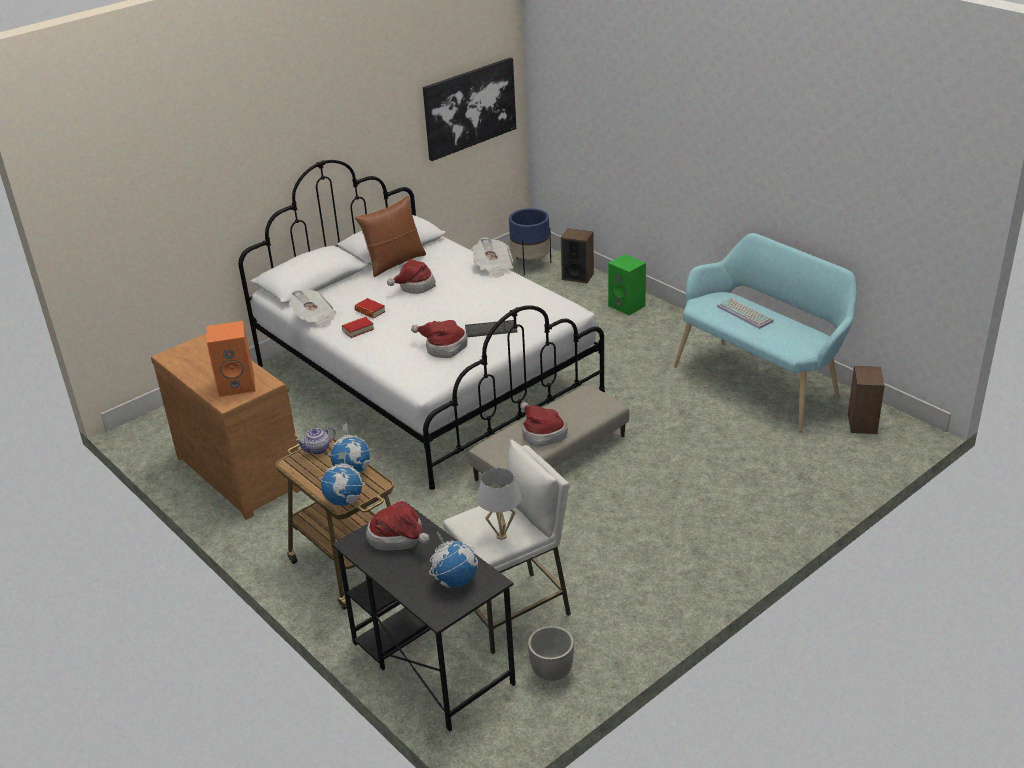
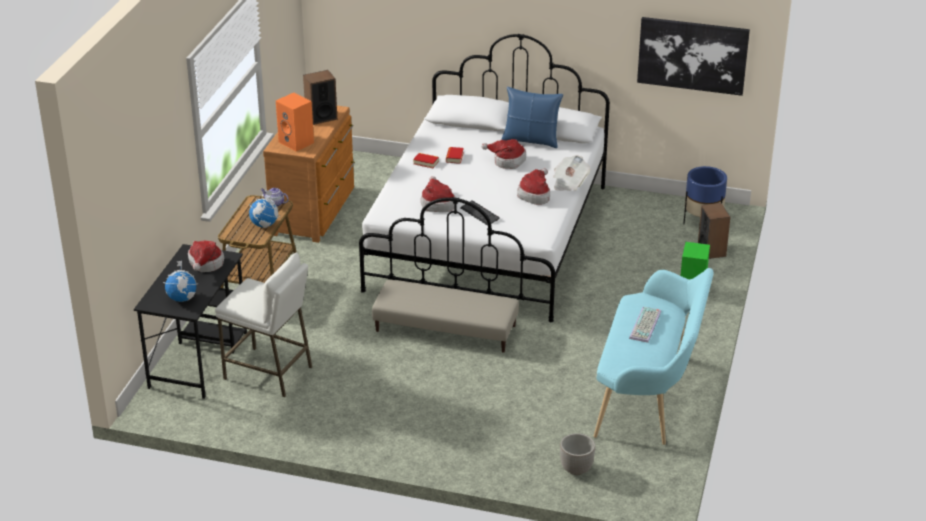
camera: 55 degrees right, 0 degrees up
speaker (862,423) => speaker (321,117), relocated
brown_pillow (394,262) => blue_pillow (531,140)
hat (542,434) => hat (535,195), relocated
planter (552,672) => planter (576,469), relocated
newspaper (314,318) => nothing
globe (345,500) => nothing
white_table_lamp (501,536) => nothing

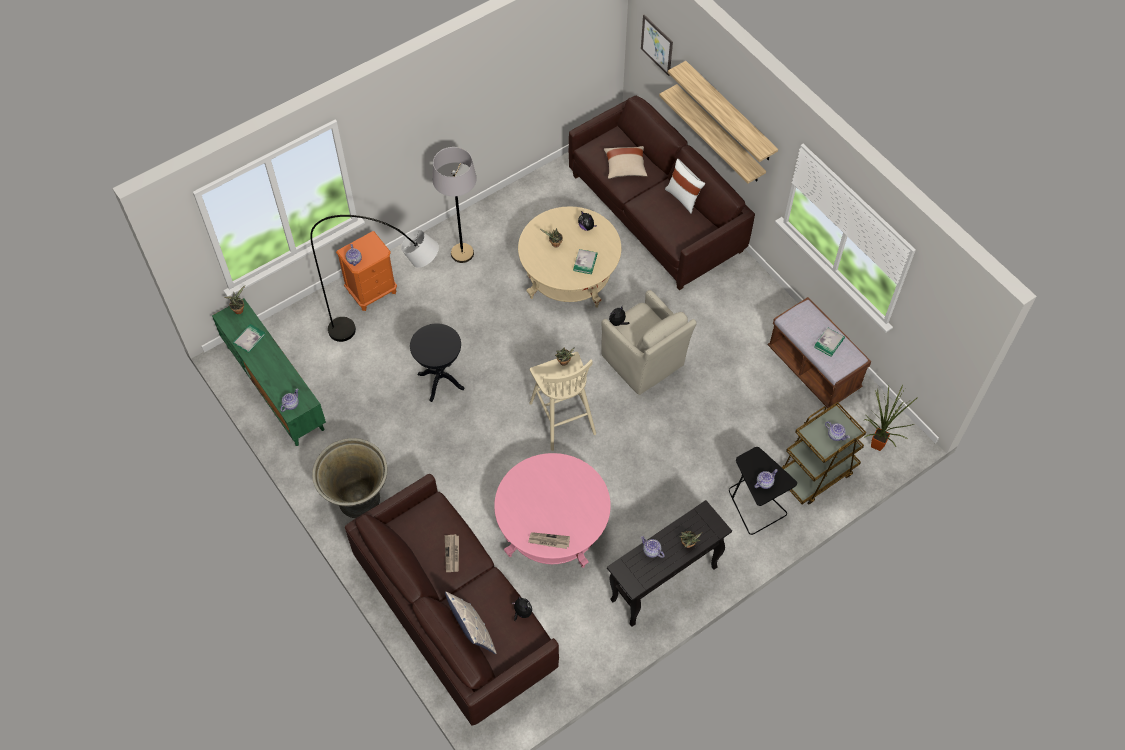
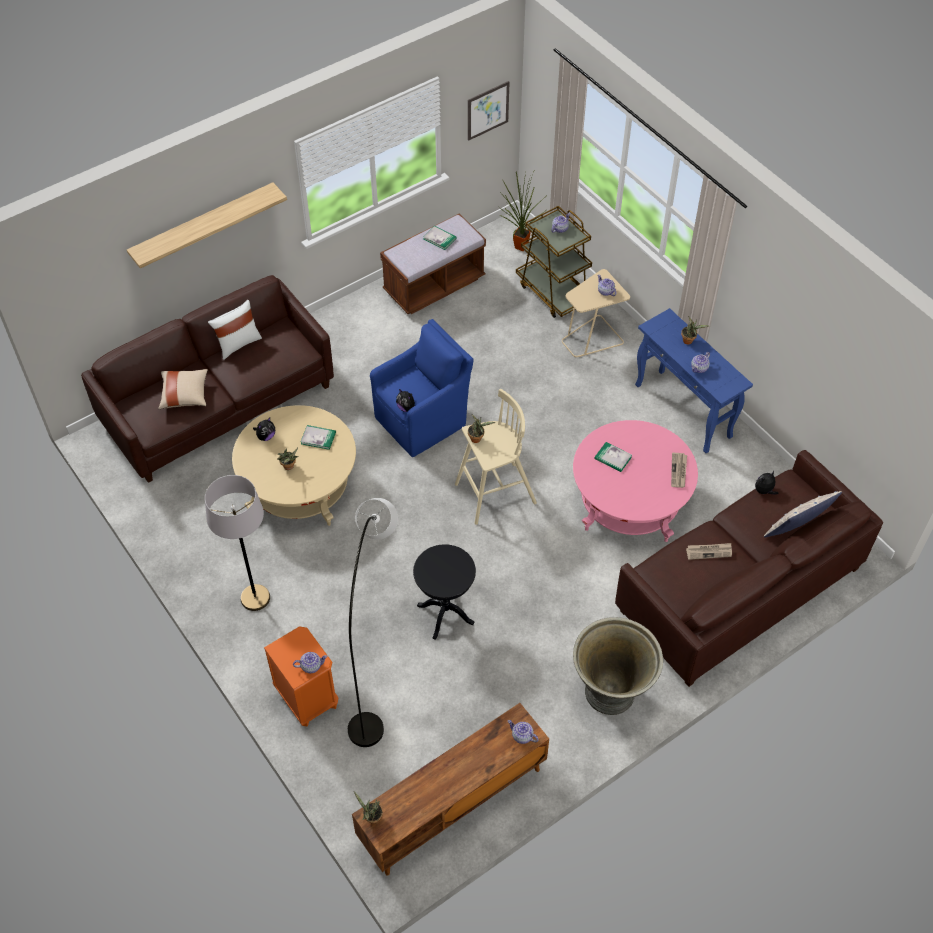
camera: 90 degrees left, 5 degrees down
green_tv_stand (274,387) => brown_tv_stand (452,806)
beige_armchair (644,362) => blue_armchair (423,420)
picture (657,45) => picture (488,110), relocated
black_side_table (754,505) => beige_side_table (591,338)
book (249,339) => book (613,458), relocated
black_console_table (663,584) => blue_console_table (684,411)
shelf (719,134) => nothing

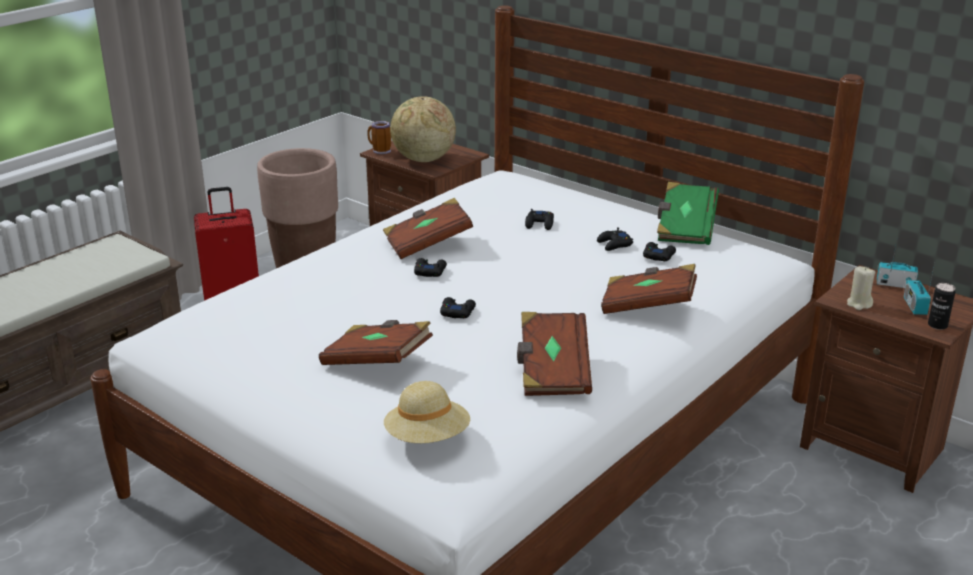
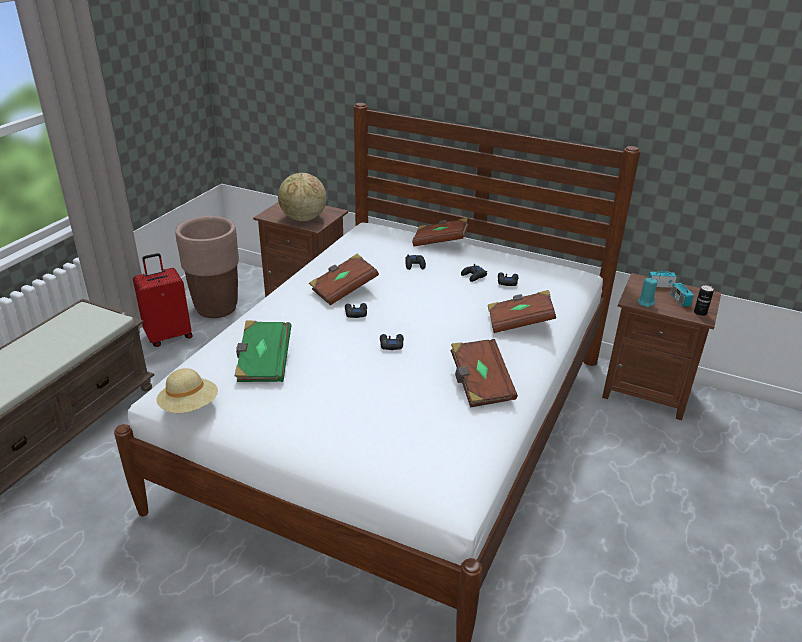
camera: 15 degrees left, 5 degrees up
beige_hat (427,438) => beige_hat (189,406), relocated
green_book (684,229) => green_book (263,363), relocated
brown_book (377,362) => brown_book (440,242), relocated
beige_candle (859,304) => turquoise_candle (646,303)
mug (379,151) => nothing

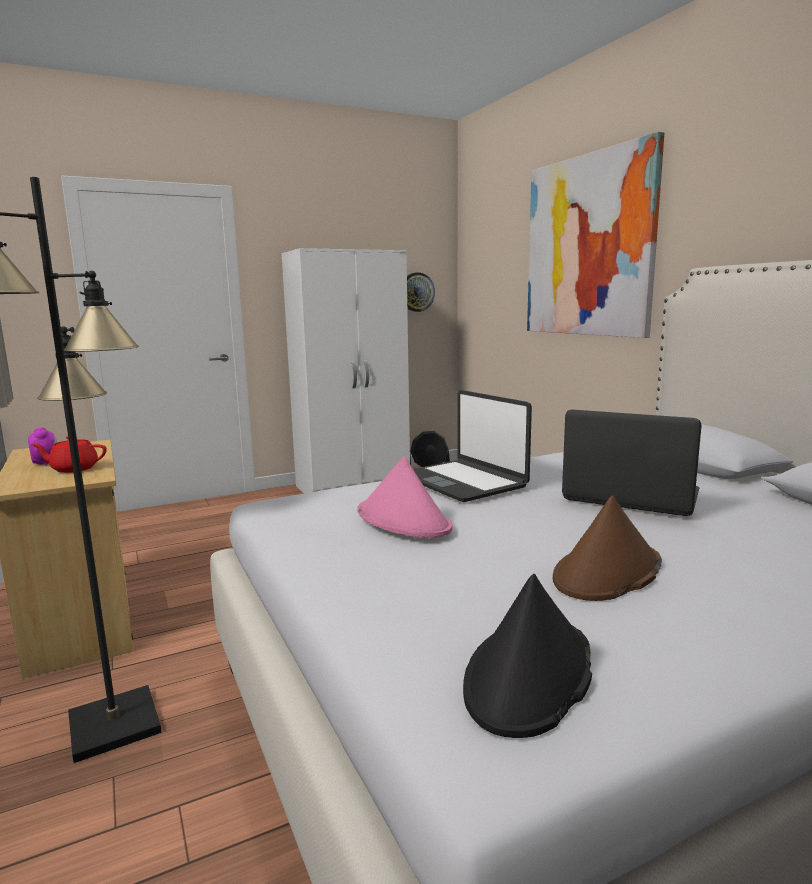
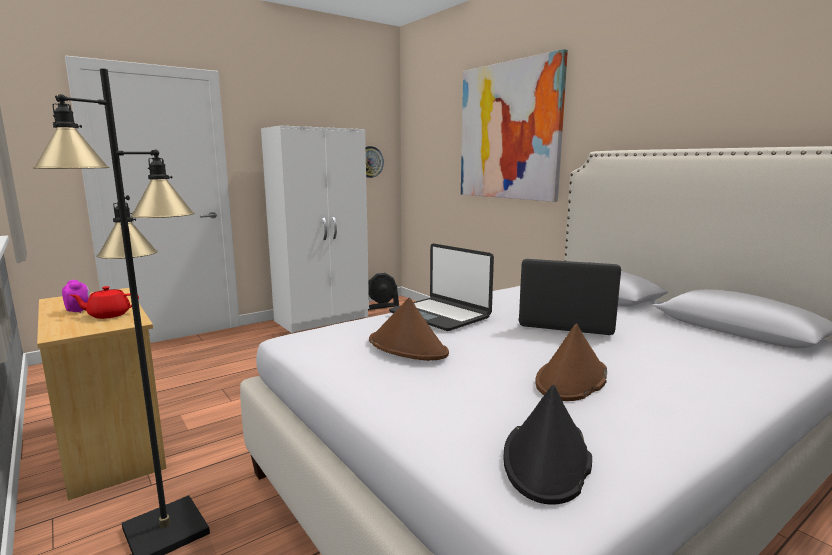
camera: 10 degrees left, 0 degrees up
pink_hat (403,520) => brown_hat (408,347)

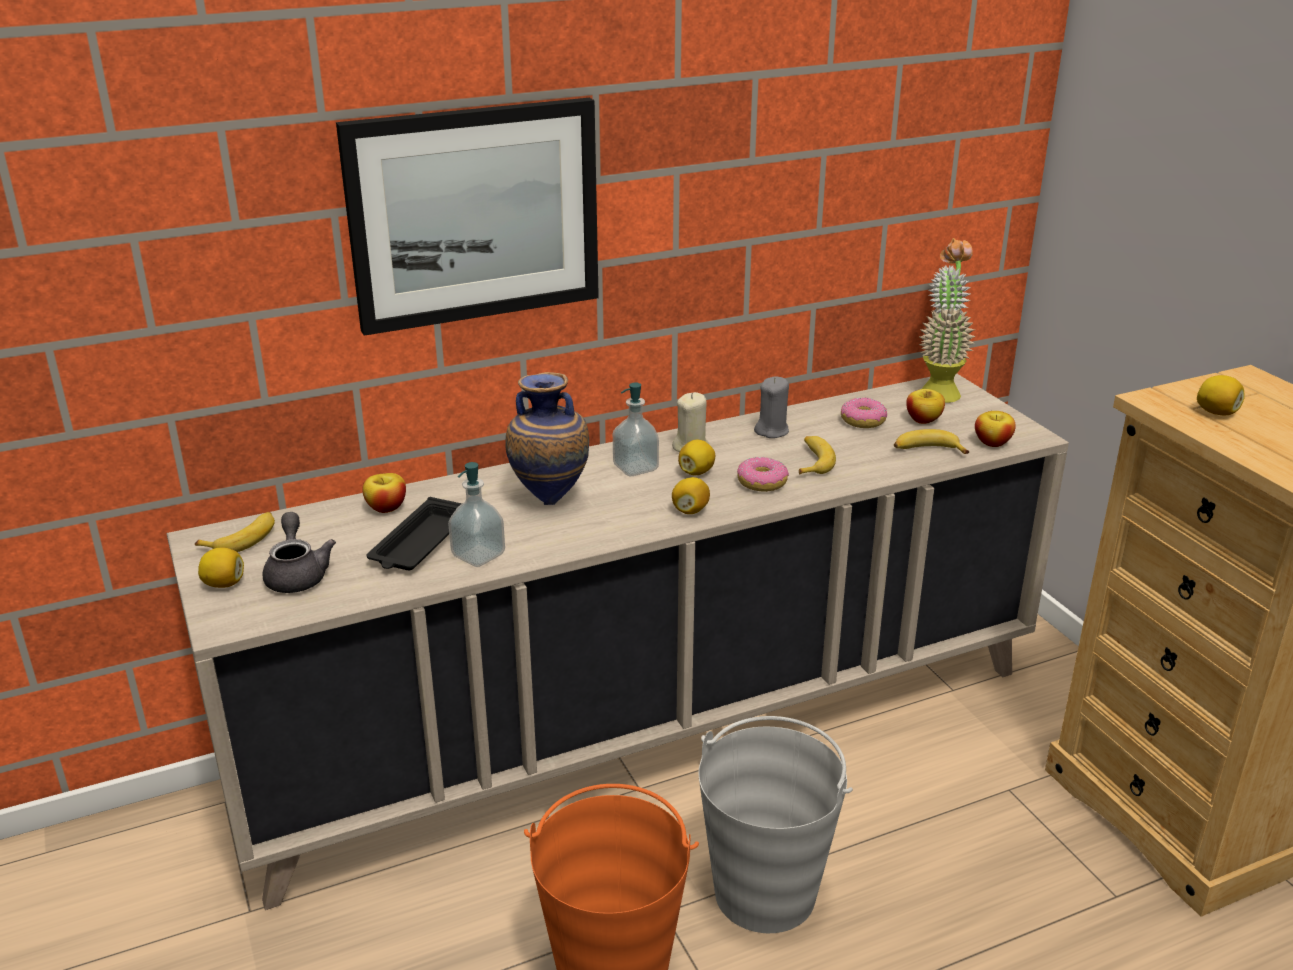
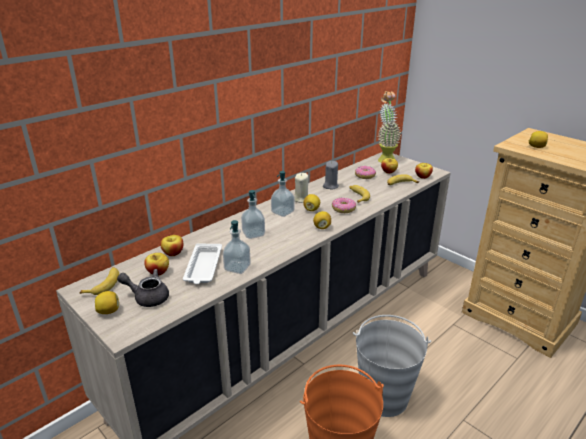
camera: 20 degrees left, 0 degrees up
grey_teapot (297,574) => grey_teapot (147,297), 45 degrees counterclockwise
nothing => apple (158,272)
black_tray (420,543) => white_tray (203,267)
vase (550,499) => soap_dispenser (253,234)
picture (474,214) => nothing

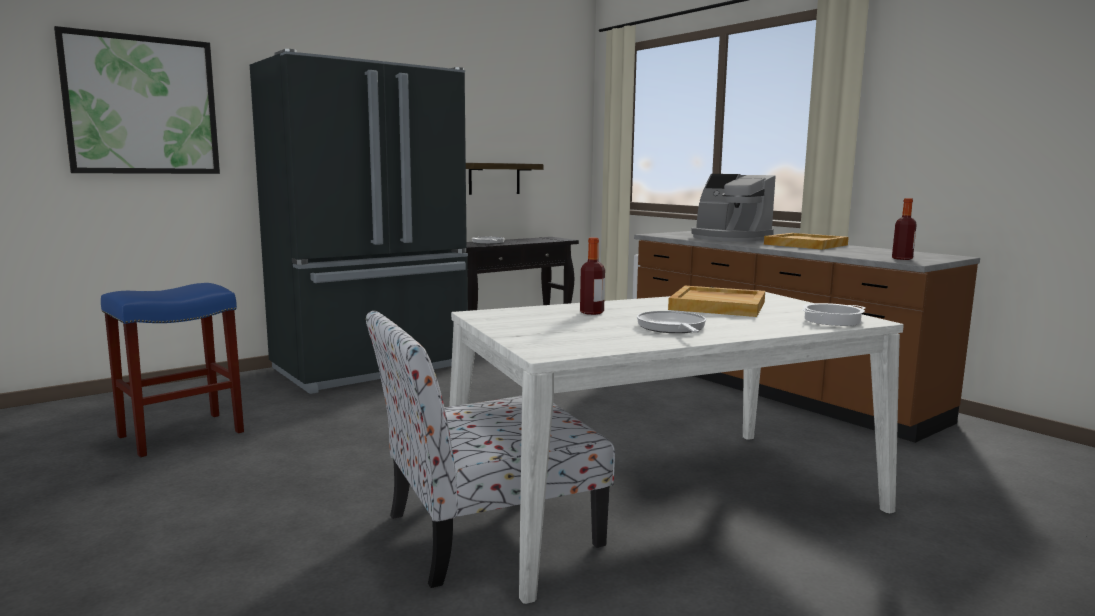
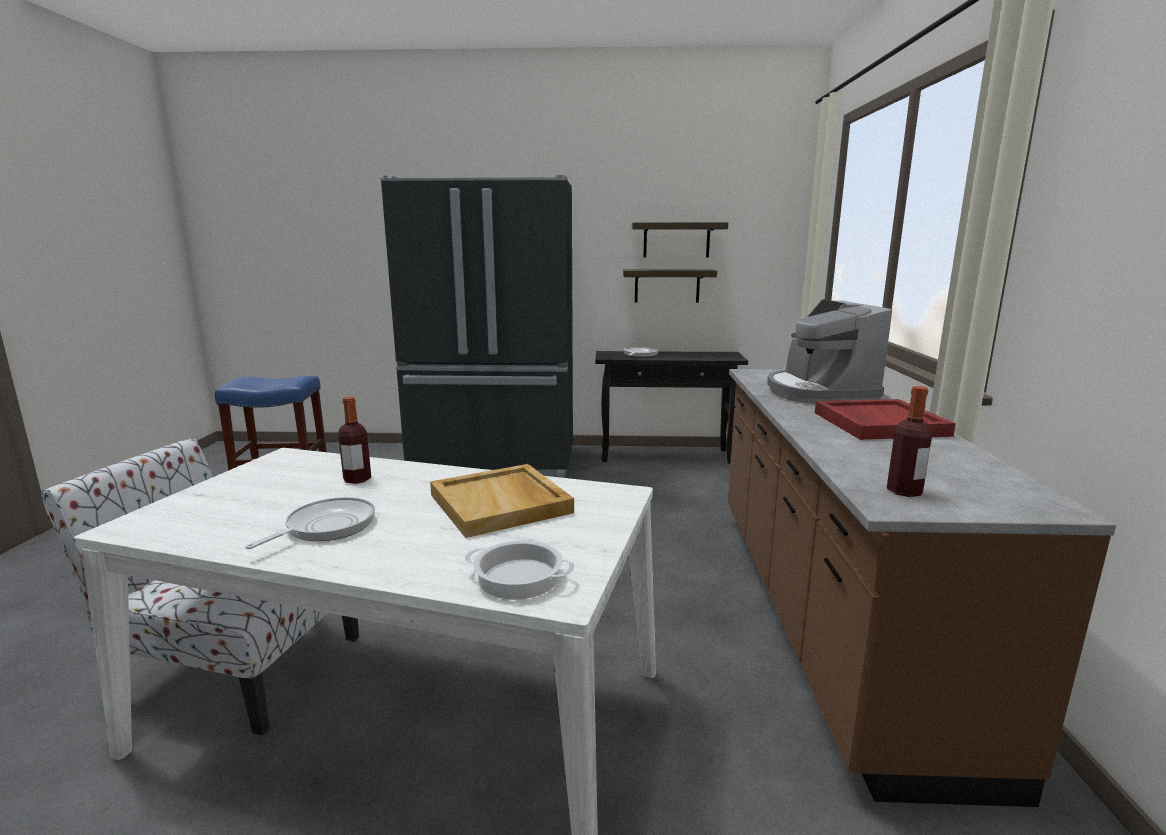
camera: 40 degrees right, 5 degrees up
nothing => shelf (676,240)
beige_tray (804,244) => red_tray (878,423)
picture (142,105) => nothing

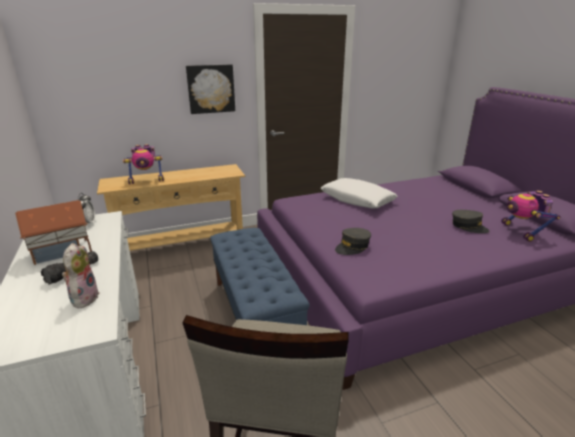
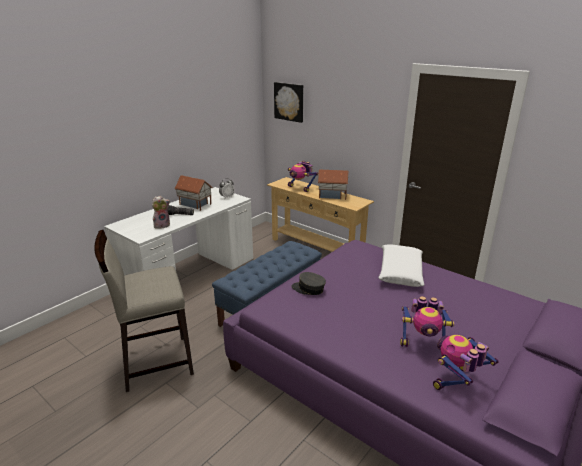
camera: 60 degrees right, 0 degrees up
picture (211,89) => picture (289,101), relocated
nothing => toy_house (332,196)
grey_cap (468,226) => toy_robot (423,343)

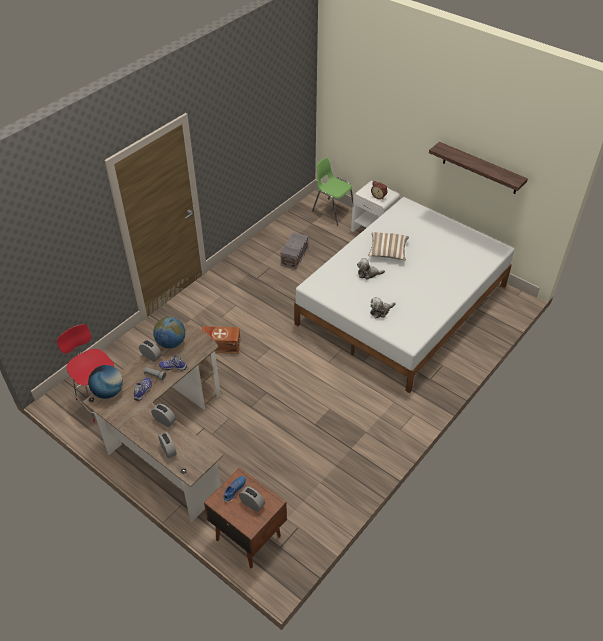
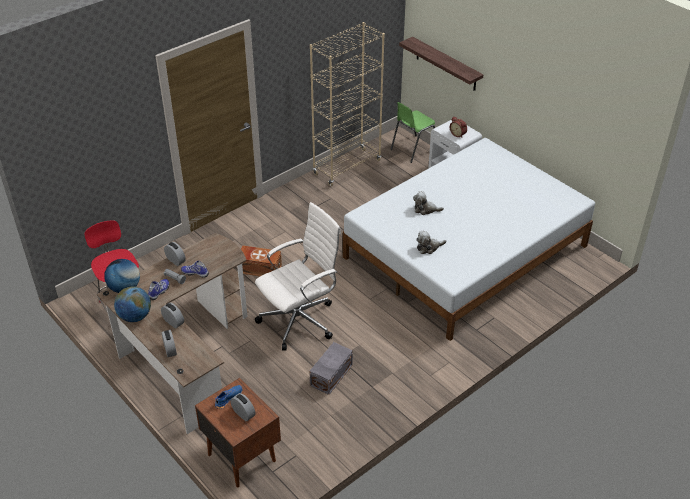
camera: 10 degrees right, 5 degrees down
globe (171,343) => globe (135,316), relocated
nothing => white_office_chair (300,320)
grey_storage_box (294,257) => grey_storage_box (330,375), relocated
nothing => beige_bookcase (347,167)
green_chair (332,211) => green_chair (413,149), 90 degrees counterclockwise
shelf (480,168) => shelf (446,64), relocated
pillow (387,252) => nothing

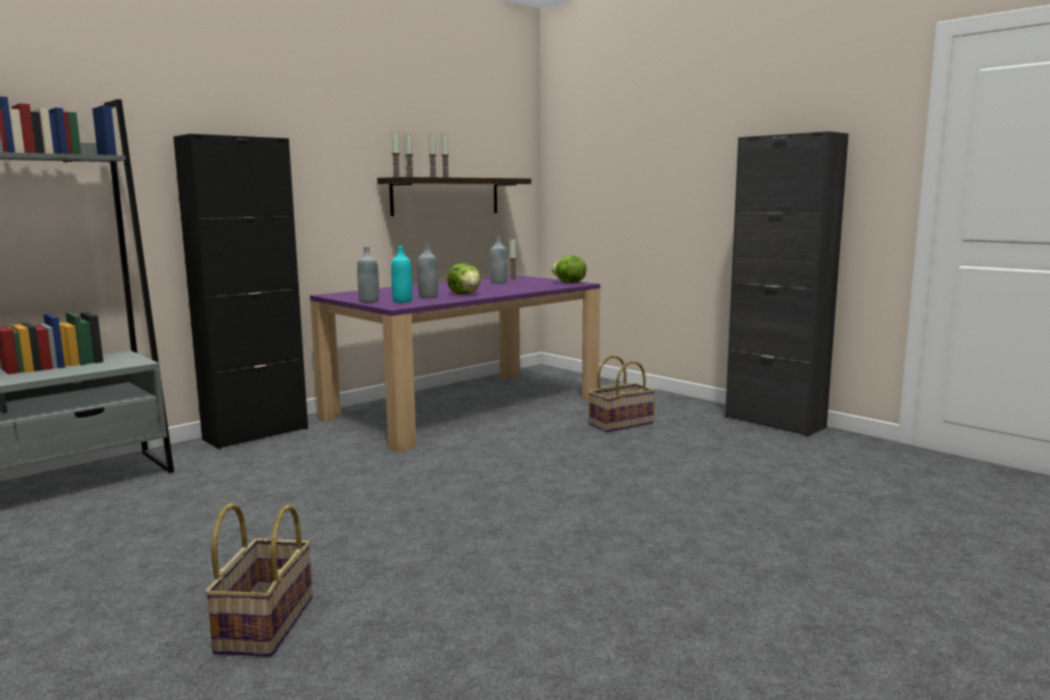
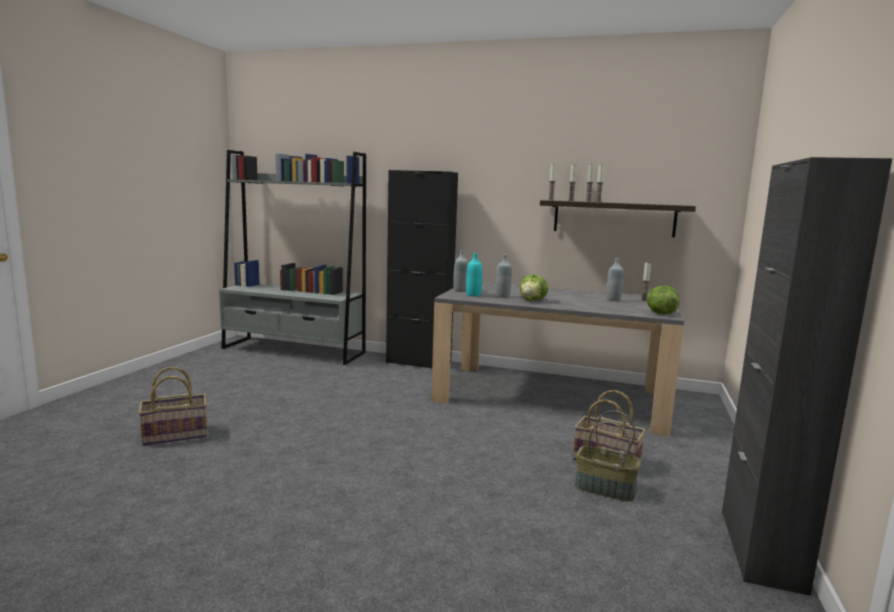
camera: 60 degrees right, 0 degrees up
purple_dining_table (465,407) => grey_dining_table (551,397)
nothing => basket (604,489)

